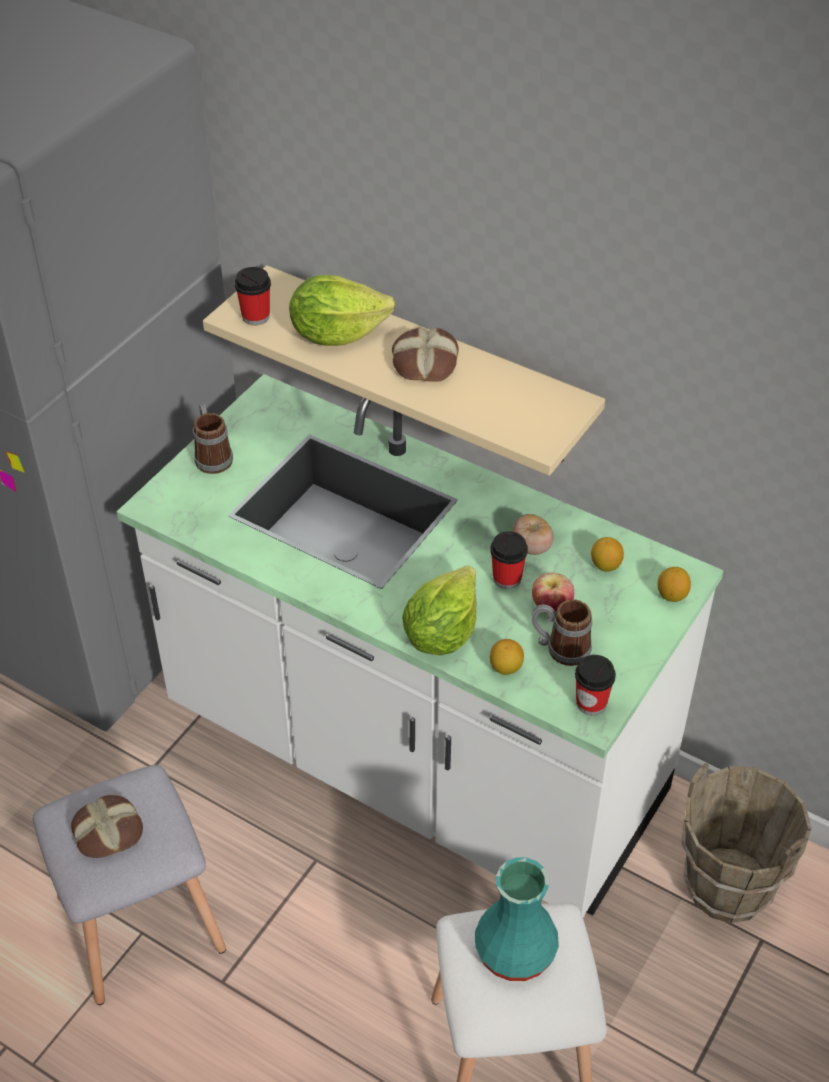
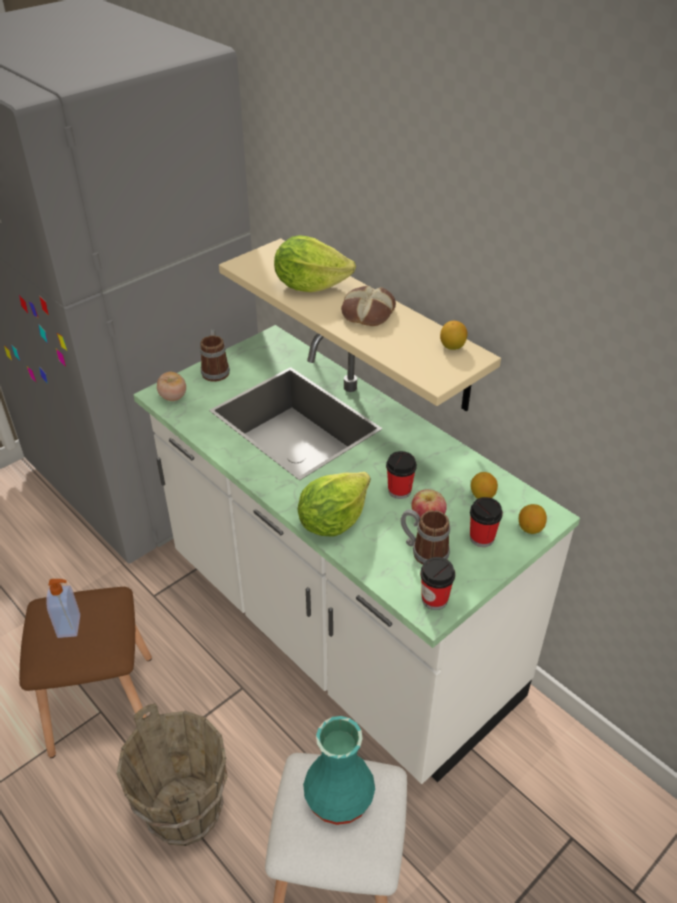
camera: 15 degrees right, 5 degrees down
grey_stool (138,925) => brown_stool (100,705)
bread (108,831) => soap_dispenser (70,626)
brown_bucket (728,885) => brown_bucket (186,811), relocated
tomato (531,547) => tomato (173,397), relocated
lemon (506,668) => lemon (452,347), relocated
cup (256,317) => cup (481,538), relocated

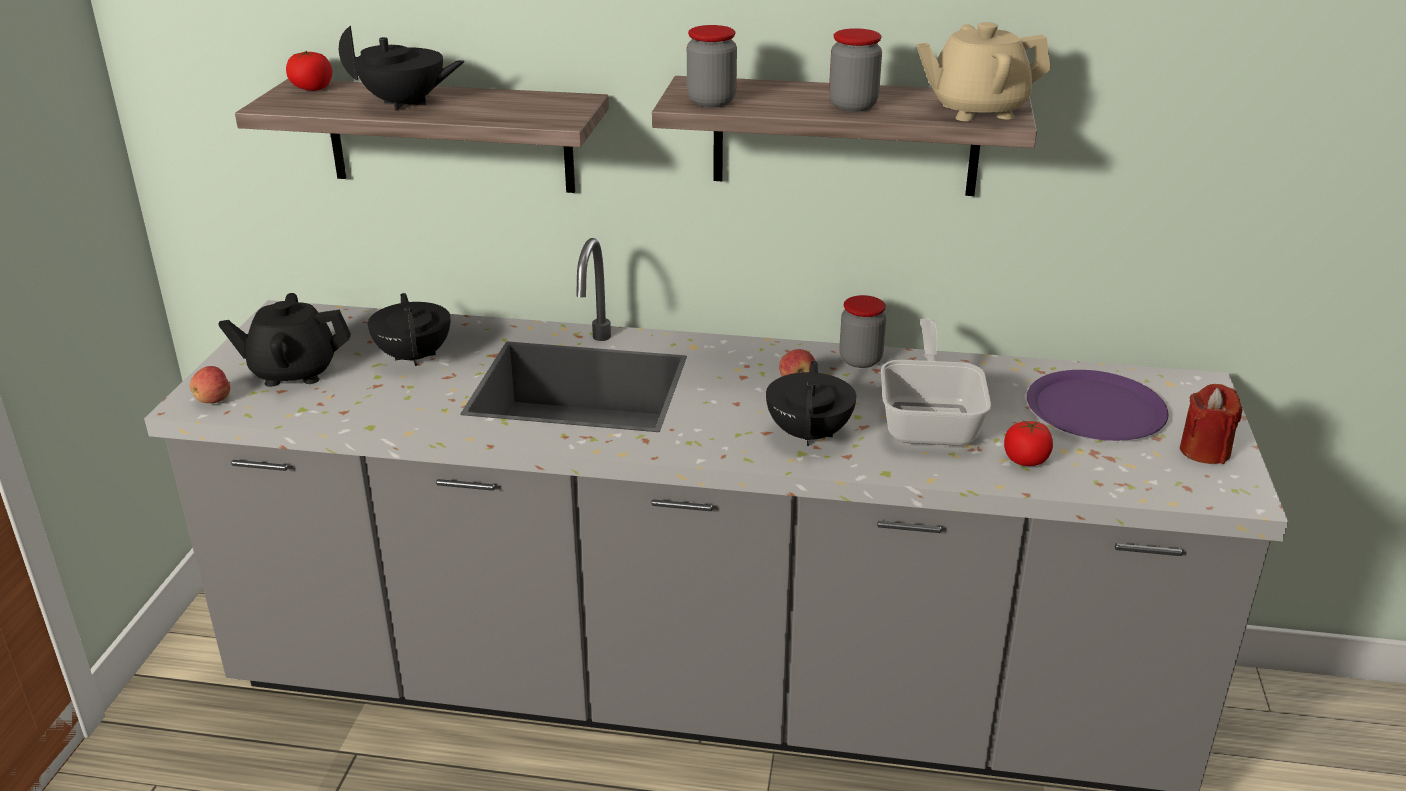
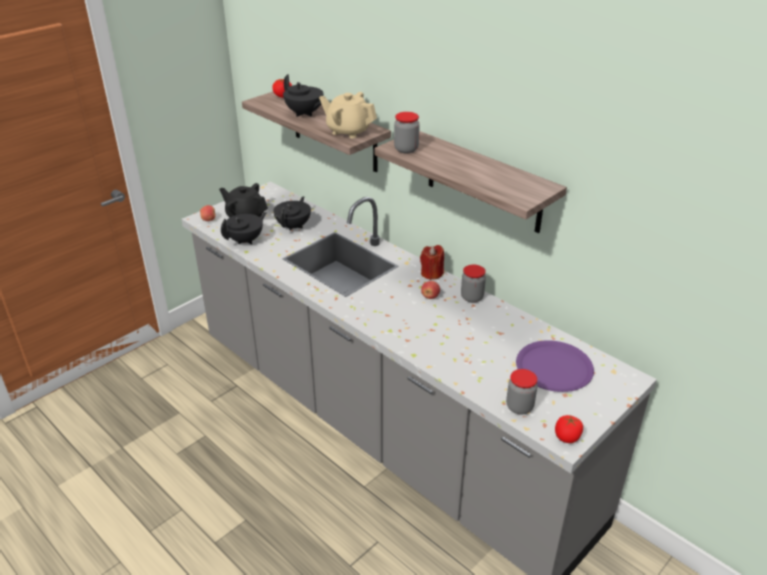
camera: 35 degrees right, 5 degrees up
black_teapot (810,433) => black_teapot (246,240), relocated
beige_teapot (976,110) => beige_teapot (348,131), relocated
red_candle (1204,451) => red_candle (431,273), relocated
jar (853,106) => jar (519,407), relocated
tomato (1026,460) => tomato (567,437), relocated
frying_pan (931,419) => nothing

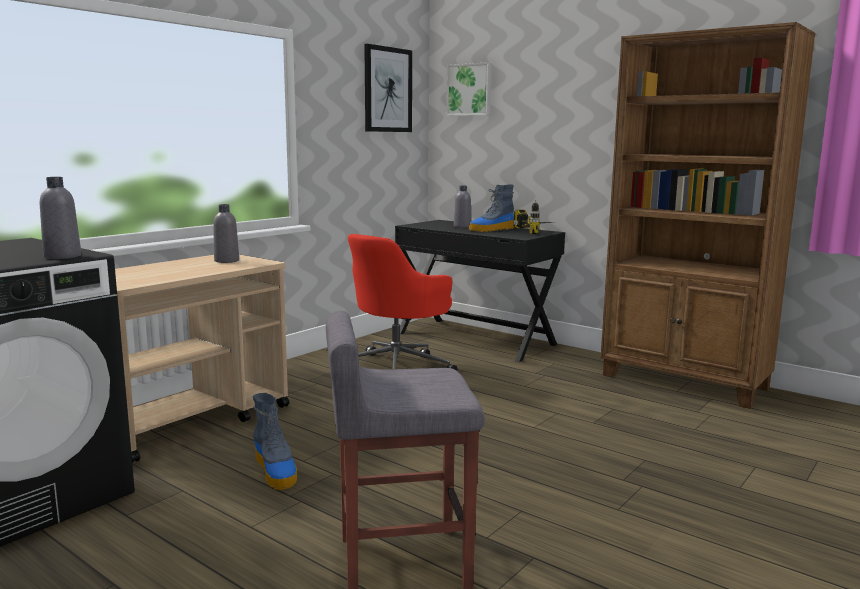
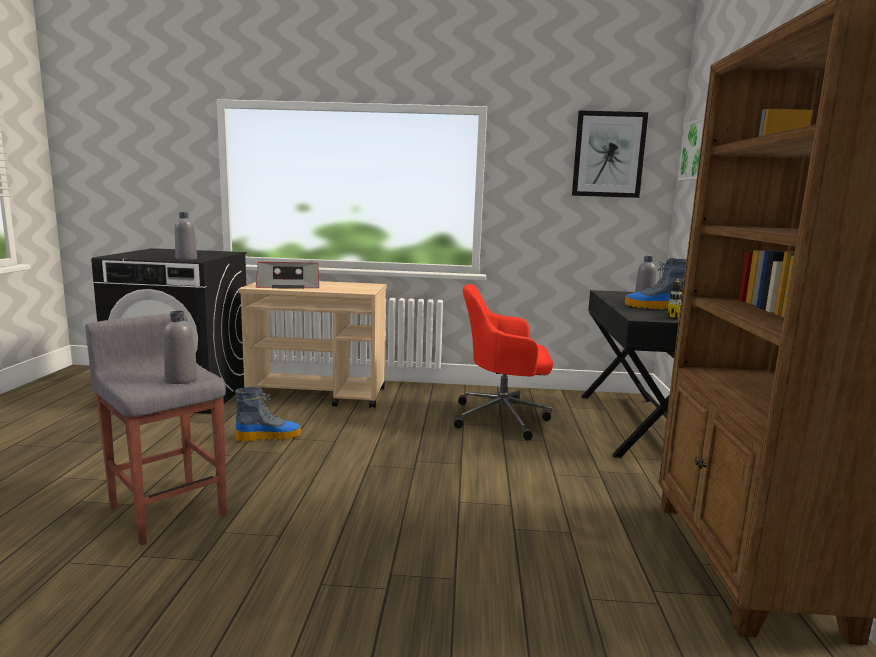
camera: 55 degrees right, 0 degrees up
grey_bottle (226,261) => grey_bottle (181,380), relocated
boot (276,471) => boot (269,436), 135 degrees counterclockwise
nothing => radio (289,286)

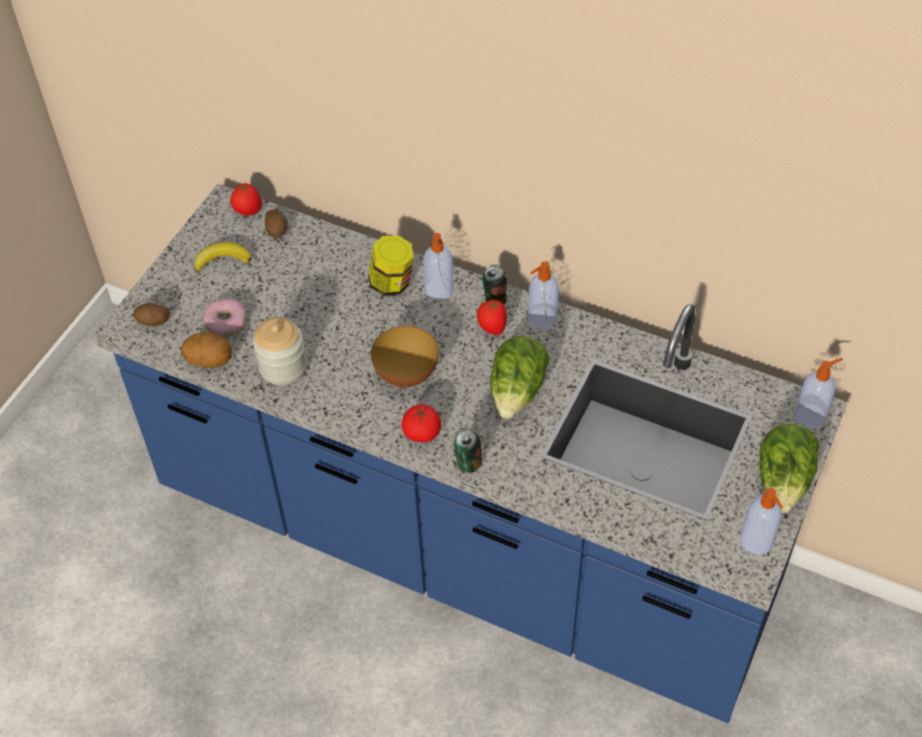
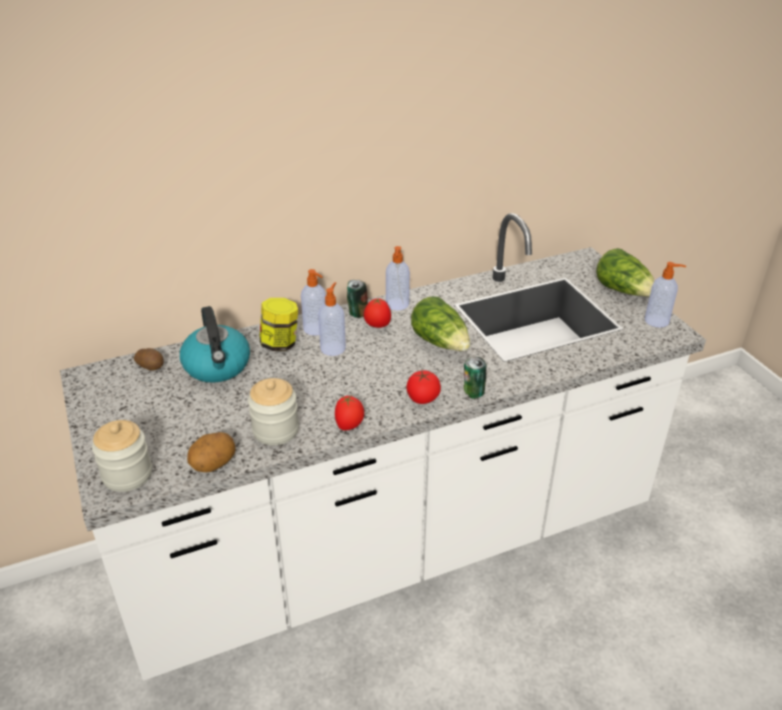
camera: 50 degrees left, 15 degrees down
blue_counter (466,541) => white_counter (390,543)
potato (153,321) => jar (127,474)
nothing => kettle (217,366)
soap_dispenser (811,416) => soap_dispenser (333,348), relocated
tomato (248,212) => tomato (349,426), relocated
banana (222,260) => nothing
donut (226,322) => nothing
bowl (406,375) => nothing

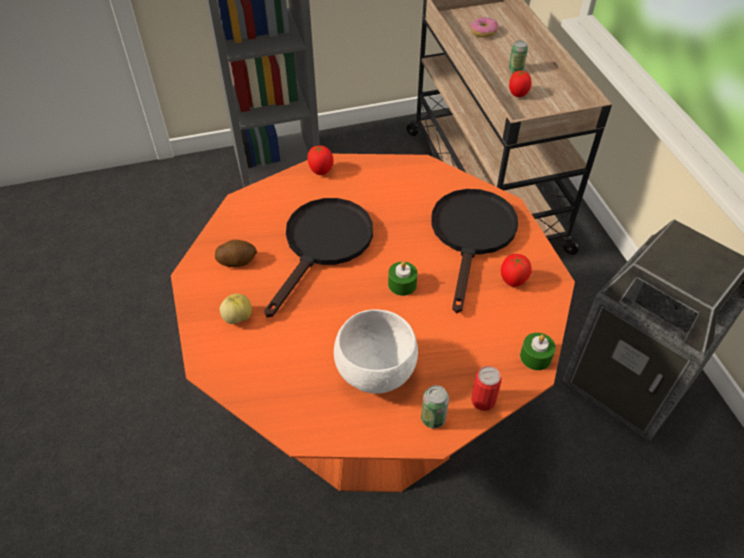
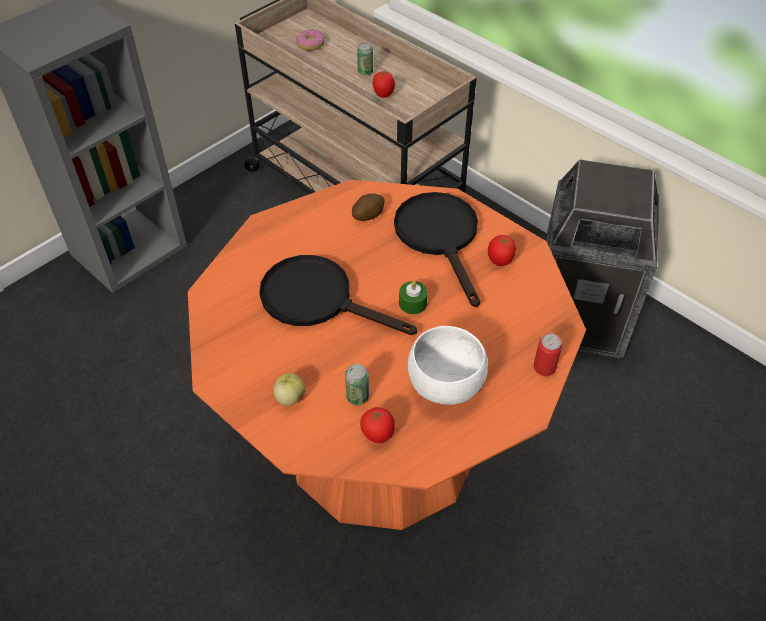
camera: 30 degrees left, 0 degrees up
black_frying_pan (323,245) => black_frying_pan (318,299), 60 degrees counterclockwise
can (433,418) => can (357,397), relocated
potato (237,261) => potato (368,214), relocated
tomato (321,171) => tomato (378,435), relocated
green_candle (535,357) => nothing

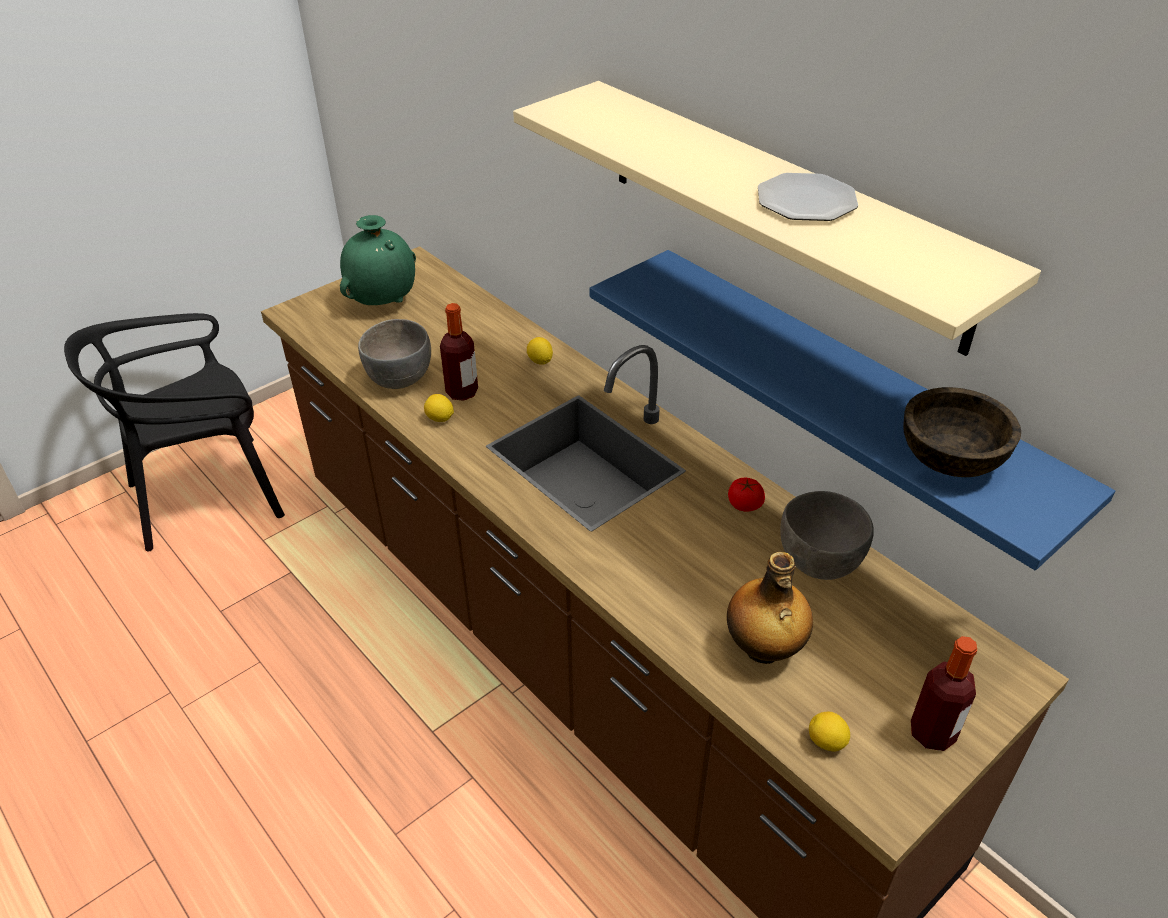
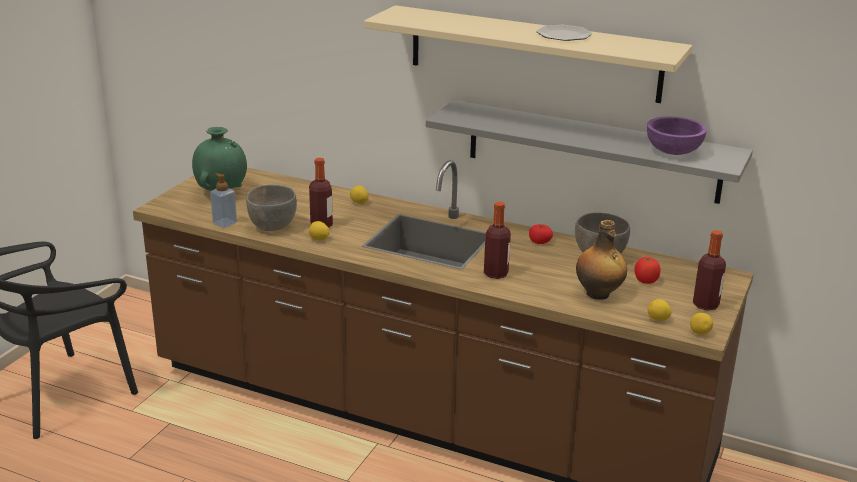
camera: 25 degrees left, 15 degrees down
nothing => soap_dispenser (225,223)
blue_shelf (849,393) => grey_shelf (592,151)
nothing => bottle (496,274)
nothing => tomato (645,281)
brown_bowl (949,459) => purple_bowl (673,151)
nothing => lemon (699,333)

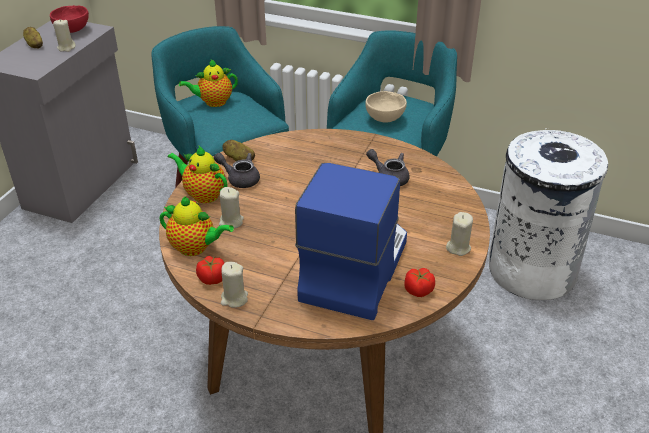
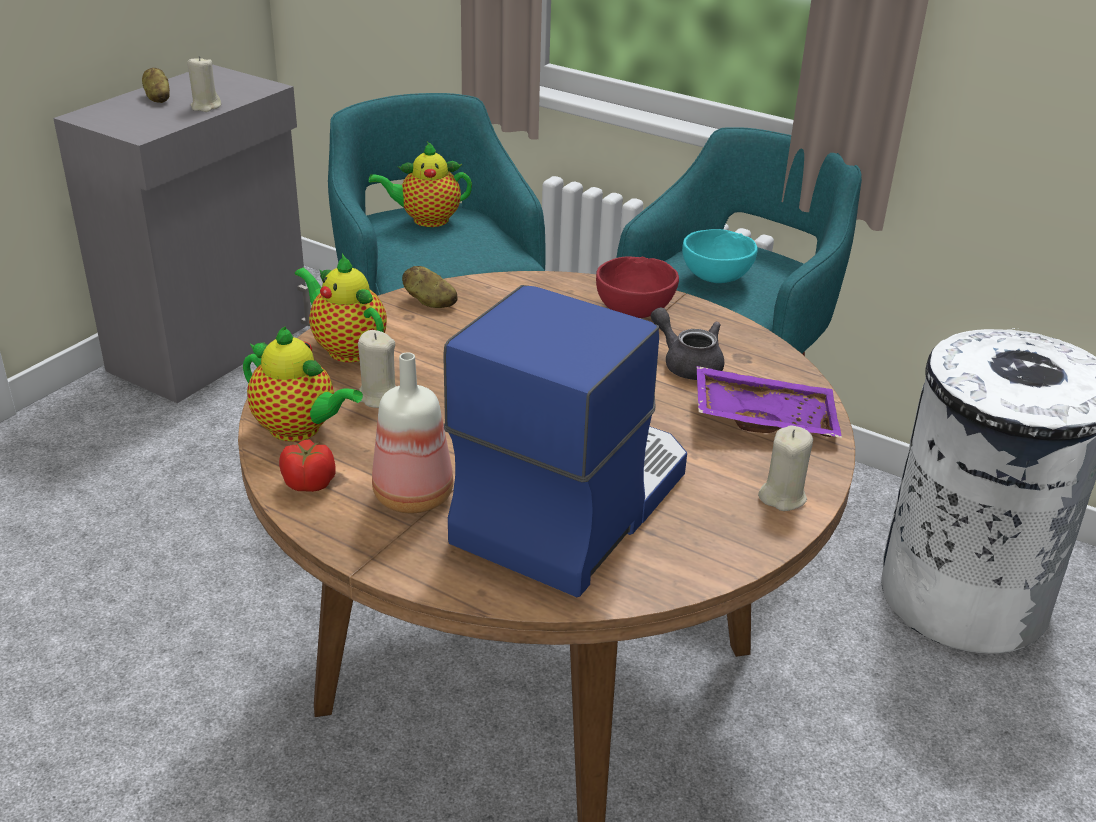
camera: 10 degrees right, 5 degrees down
nothing => bottle (412,494)
red_bowl (73,30) => red_bowl (636,312), relocated
beige_bowl (385,119) => turquoise_bowl (717,279)
nothing => purple_tray (764,417)
grey_teapot (240,179) => nothing
beige_candle (234,299) => nothing
tomato (418,290) => nothing

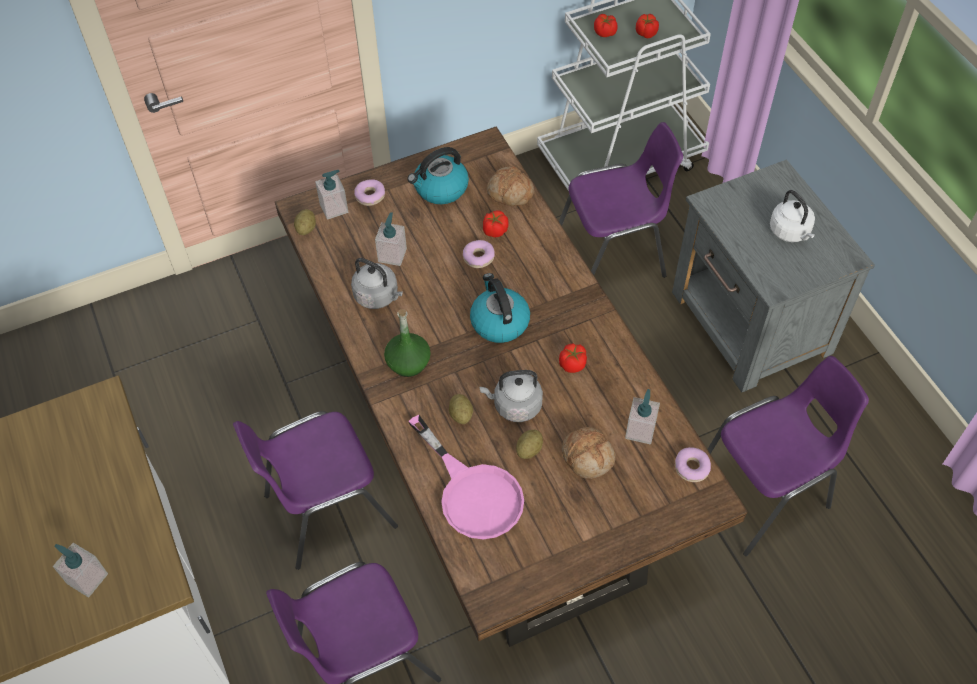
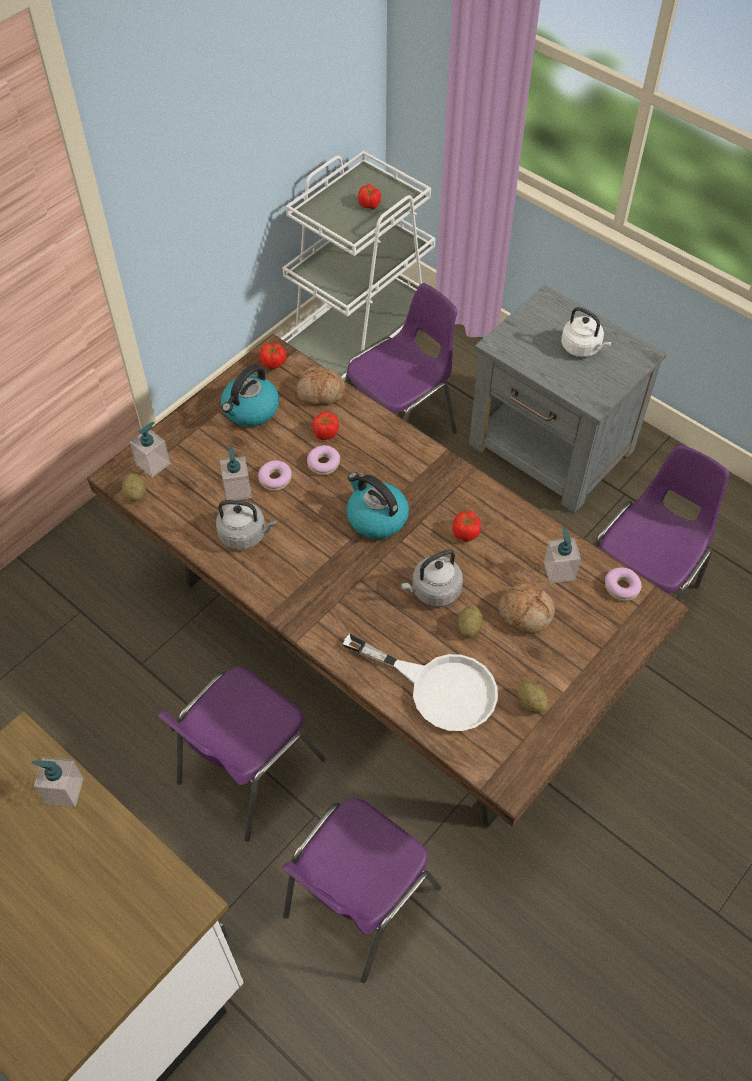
camera: 25 degrees left, 0 degrees up
soap_dispenser (87,578) => soap_dispenser (64,791), relocated
donut (370,196) => donut (275,479), relocated
tomato (605,33) => tomato (273,363), relocated
pink_frying_pan (473,492) => white_frying_pan (439,688)
potato (461,415) => potato (530,703), relocated
green_bottle (408,362) => nothing

